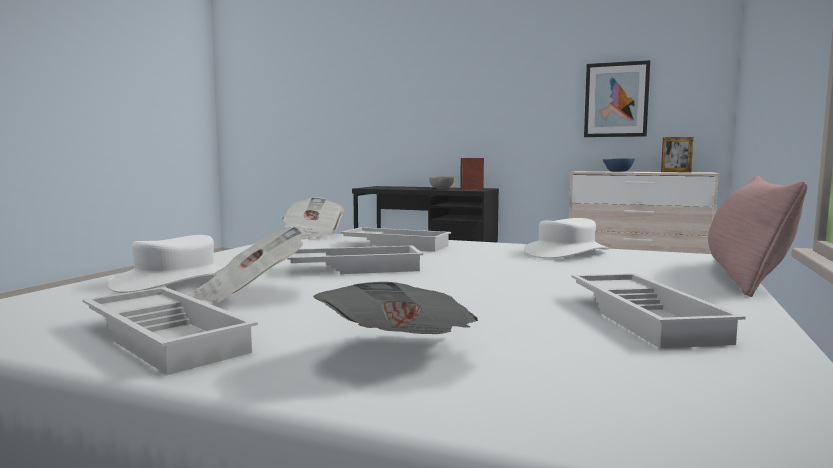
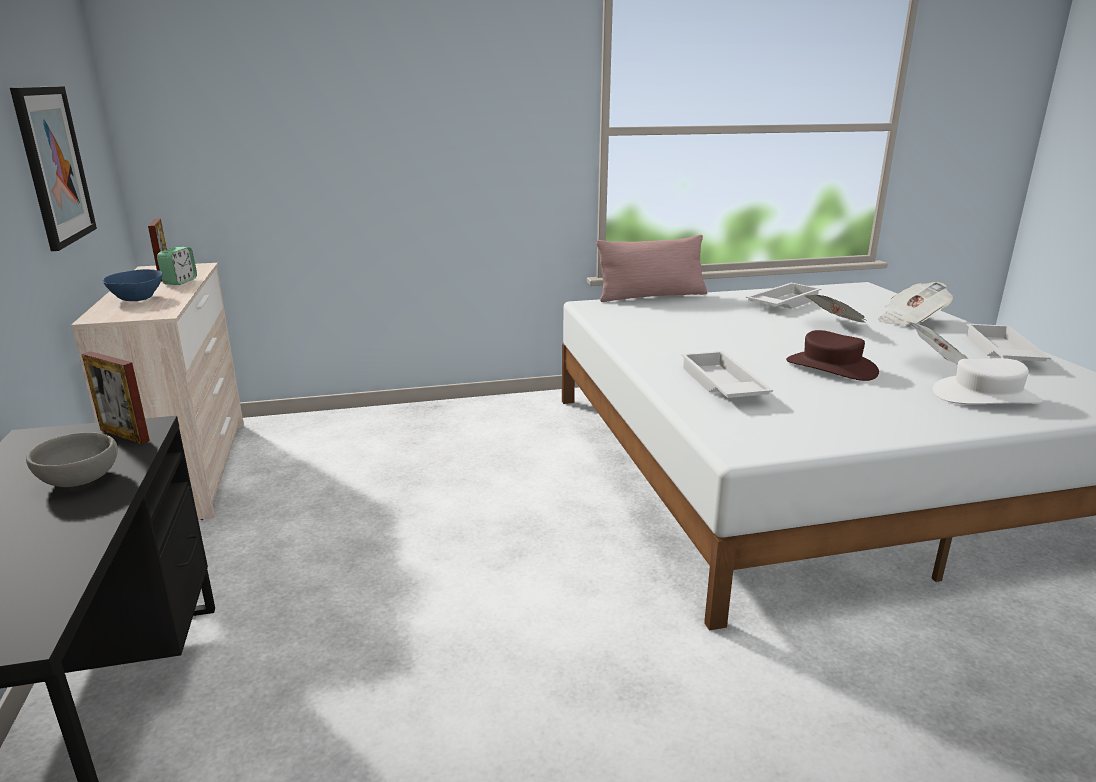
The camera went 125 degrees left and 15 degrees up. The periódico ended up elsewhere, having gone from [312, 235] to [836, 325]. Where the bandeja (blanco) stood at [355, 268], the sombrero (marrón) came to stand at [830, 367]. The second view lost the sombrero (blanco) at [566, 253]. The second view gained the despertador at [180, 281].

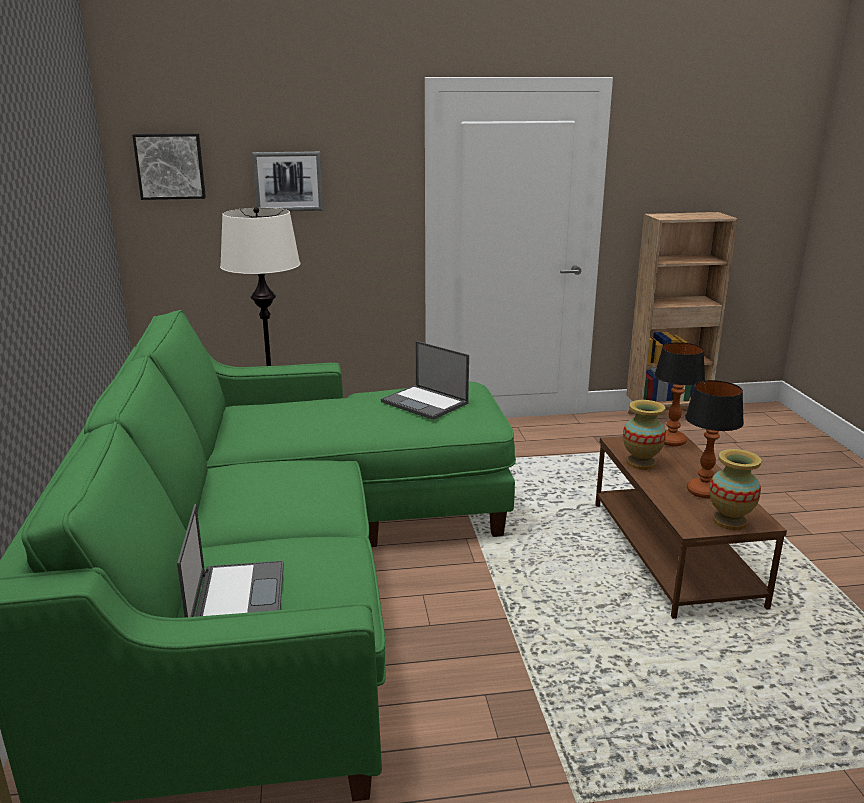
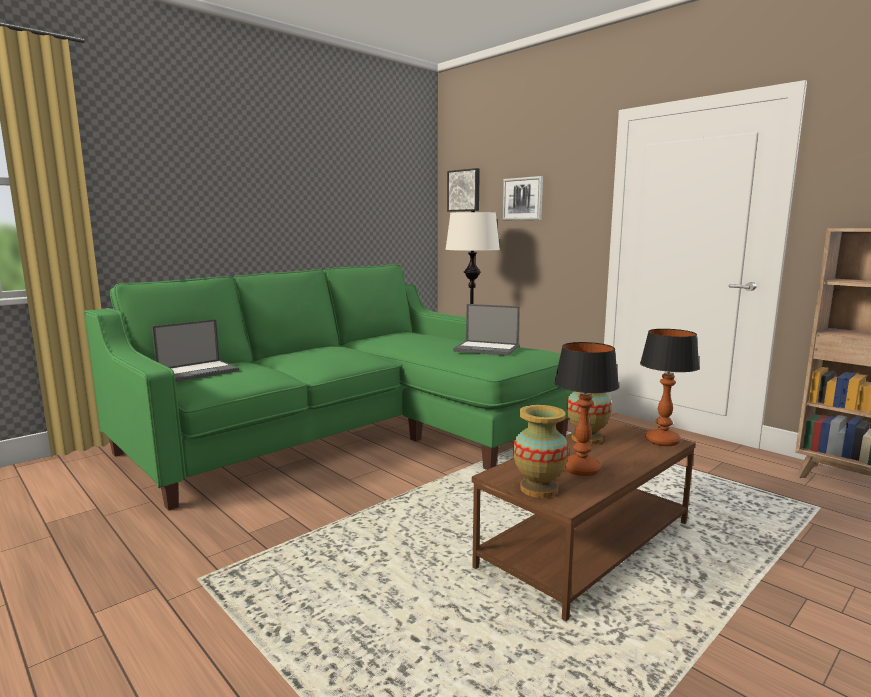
The camera went 55 degrees right and 10 degrees down. The portátil at [425, 403] ended up facing another way, 75 degrees counterclockwise from before.

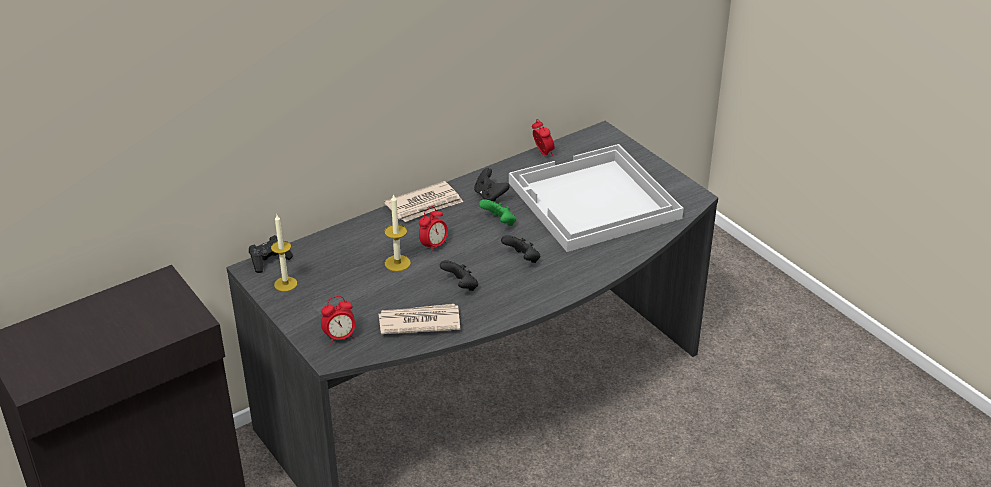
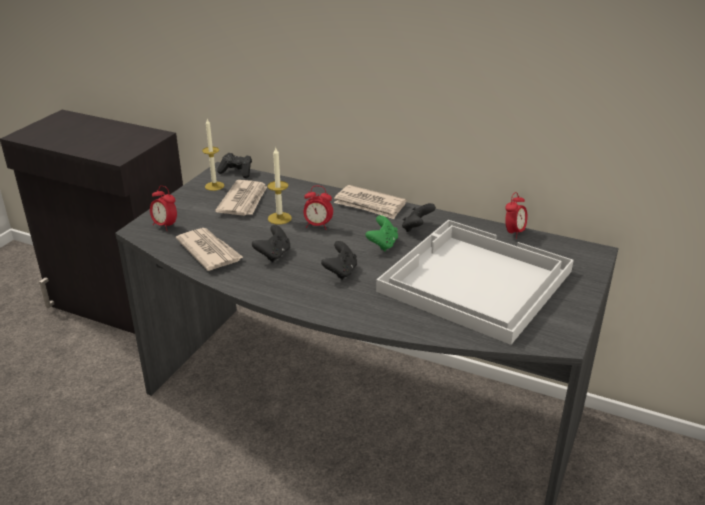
The camera went 60 degrees right and 5 degrees down. The second view gained the periódico at [244, 201].

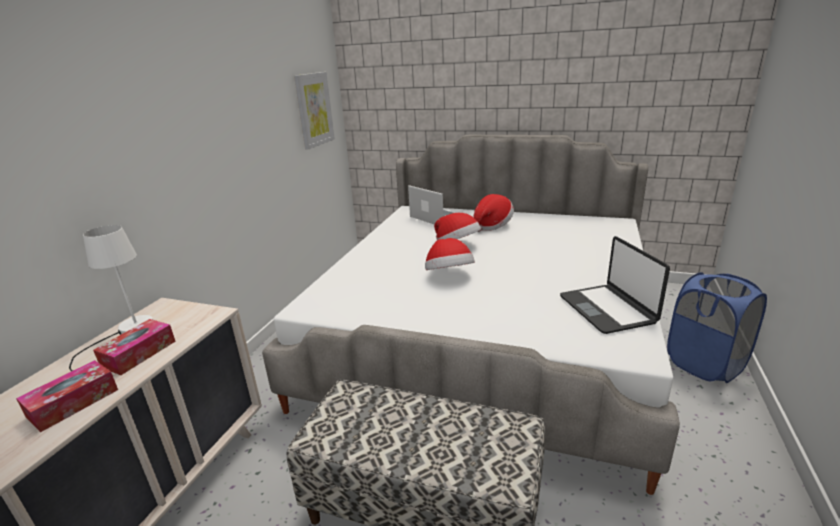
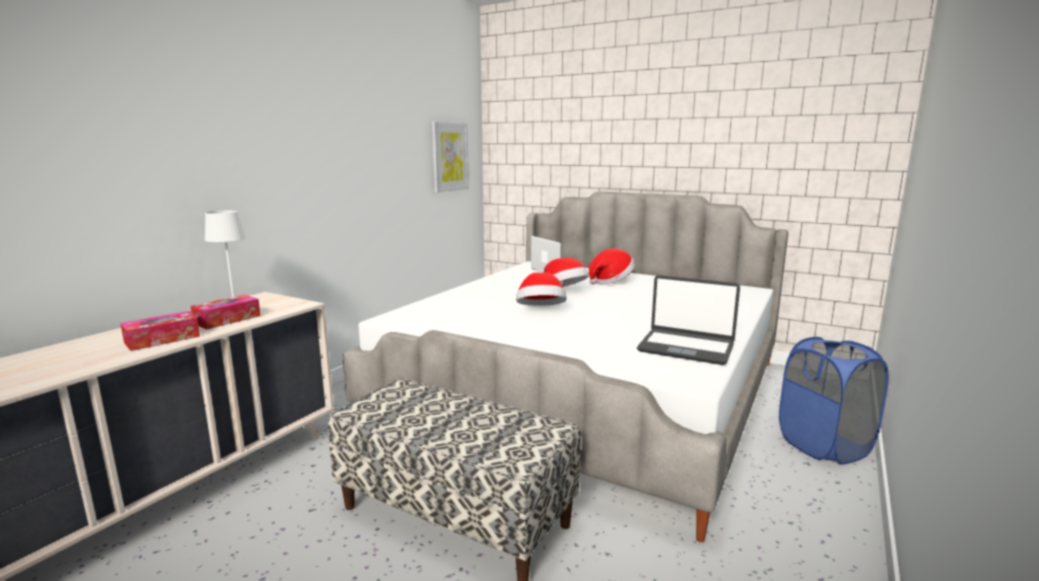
The camera went 10 degrees right and 10 degrees down. The portátil at [607, 309] ended up facing another way, 60 degrees counterclockwise from before.

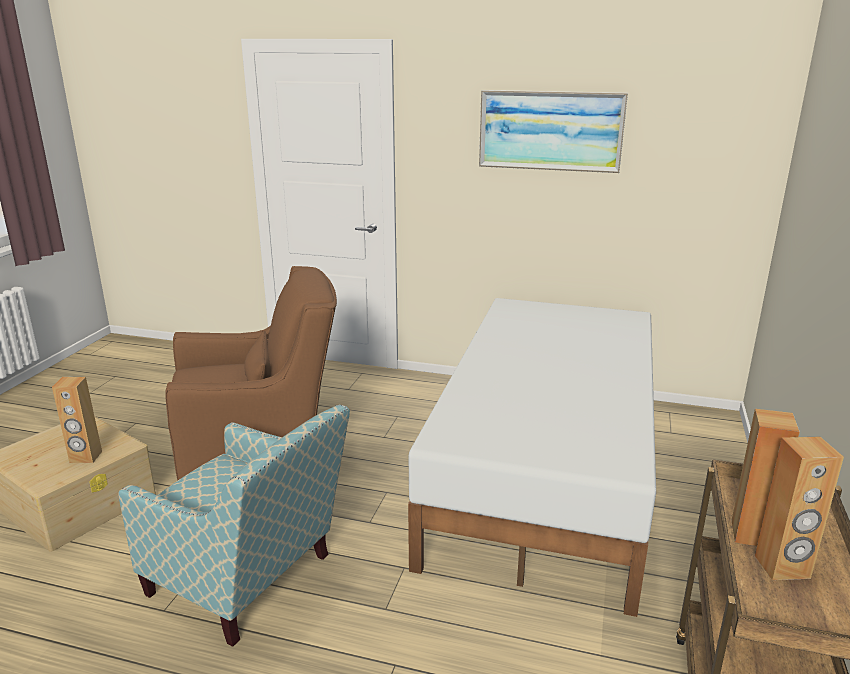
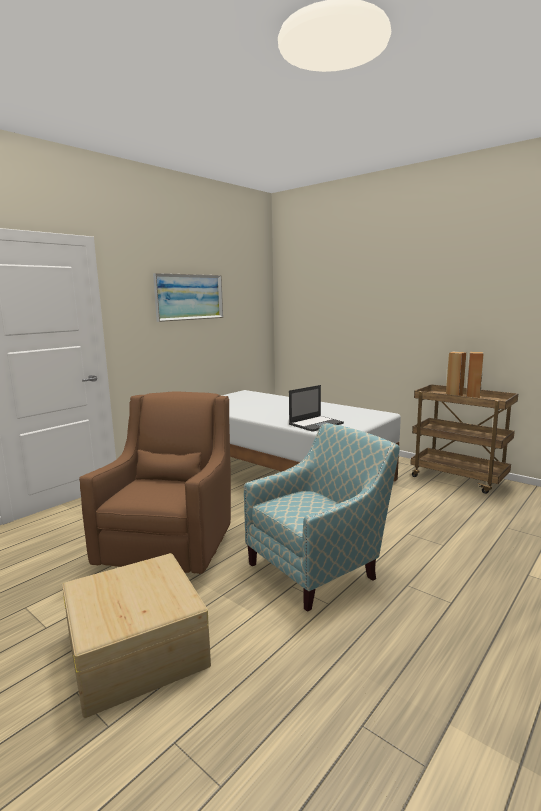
The camera went 65 degrees left and 10 degrees down. The second view lost the altavoz (marrón) at [85, 457]. The second view gained the portátil at [316, 424].

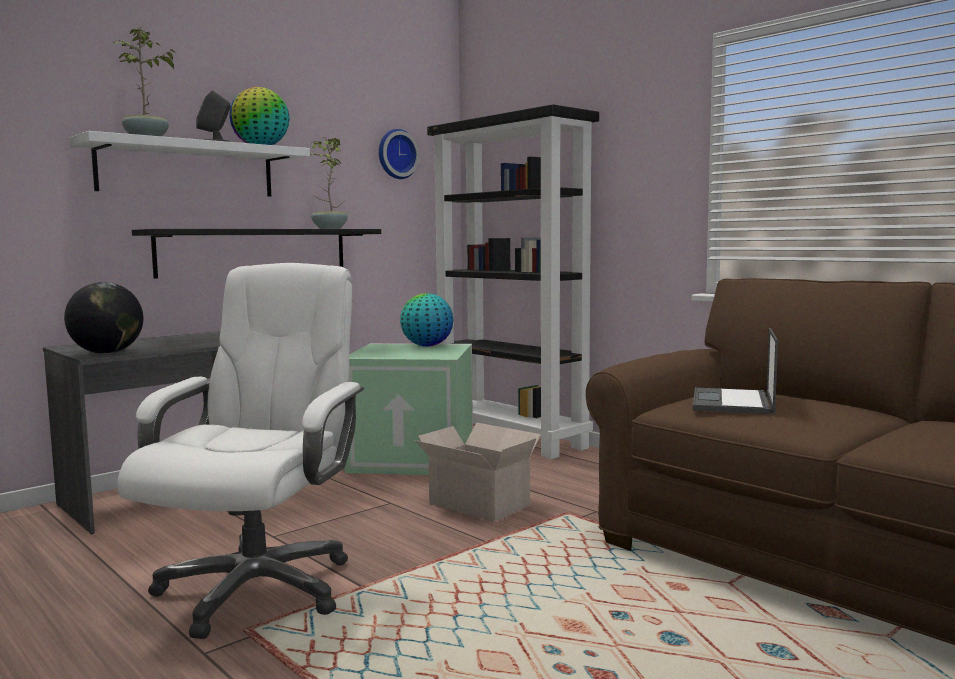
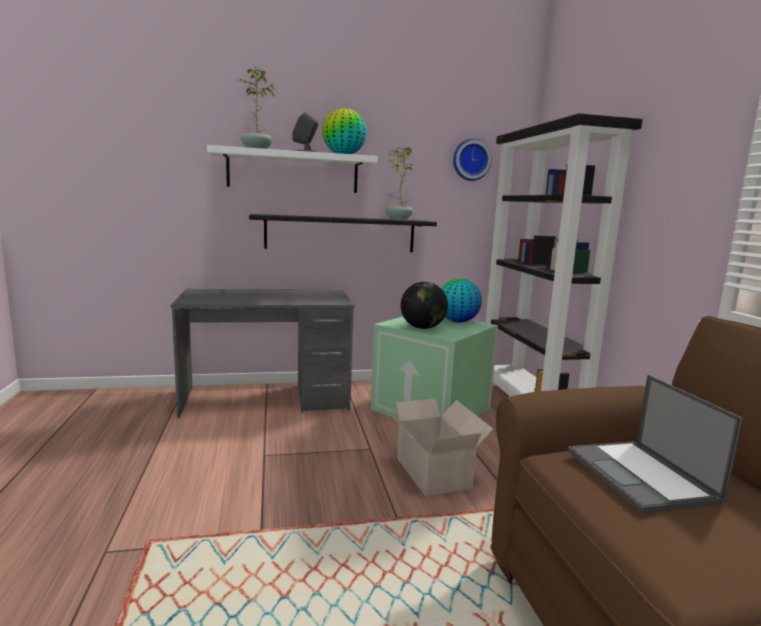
The camera went 30 degrees right and 5 degrees up. The globo terráqueo ended up elsewhere, having gone from [107, 353] to [422, 328]. The second view lost the silla de oficina (blanco) at [256, 588]. The portátil at [733, 402] ended up facing another way, 60 degrees counterclockwise from before.

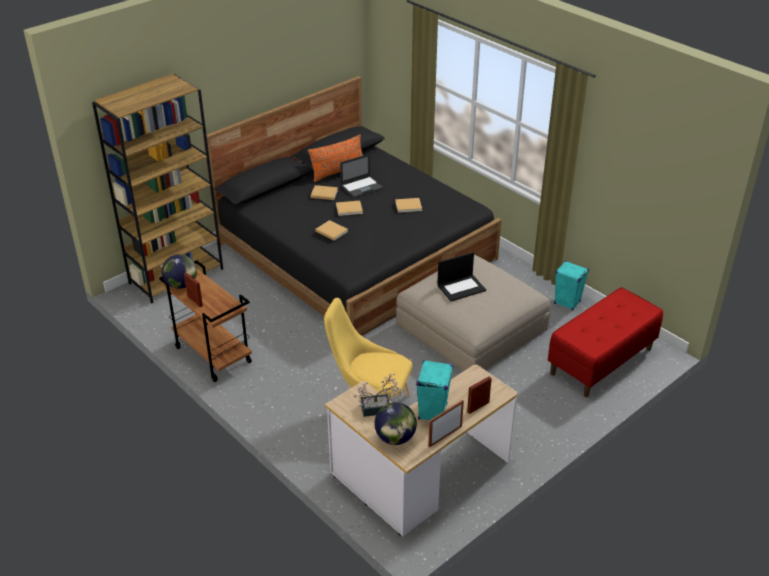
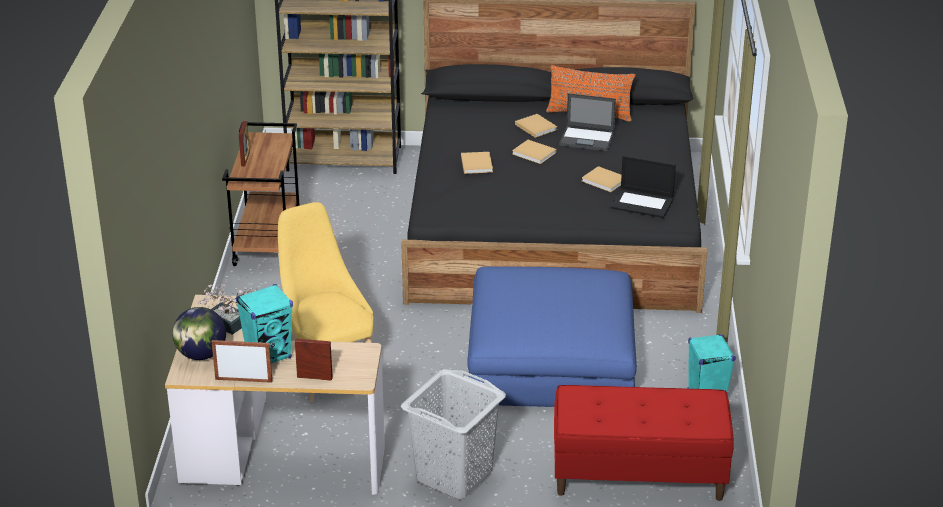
The camera went 45 degrees right and 5 degrees down. The second view lost the globo terráqueo at [181, 285]. What was the puf (beis) at [471, 327] turned into the puf (azul) at [551, 359]. The portátil ended up elsewhere, having gone from [461, 287] to [643, 203]. The second view gained the cesto de la ropa (gris) at [454, 476].

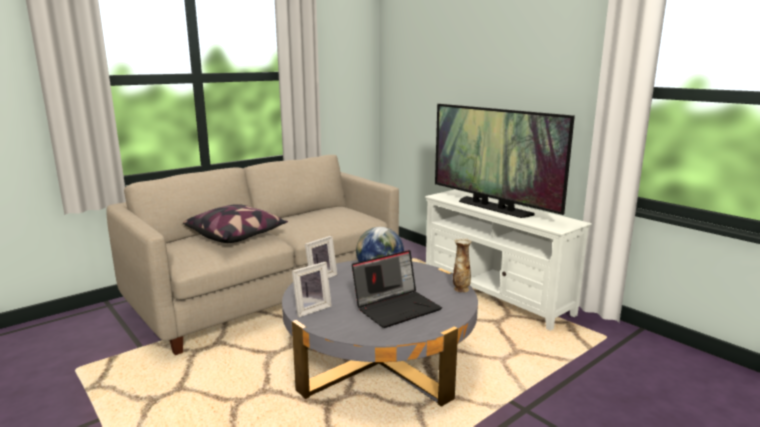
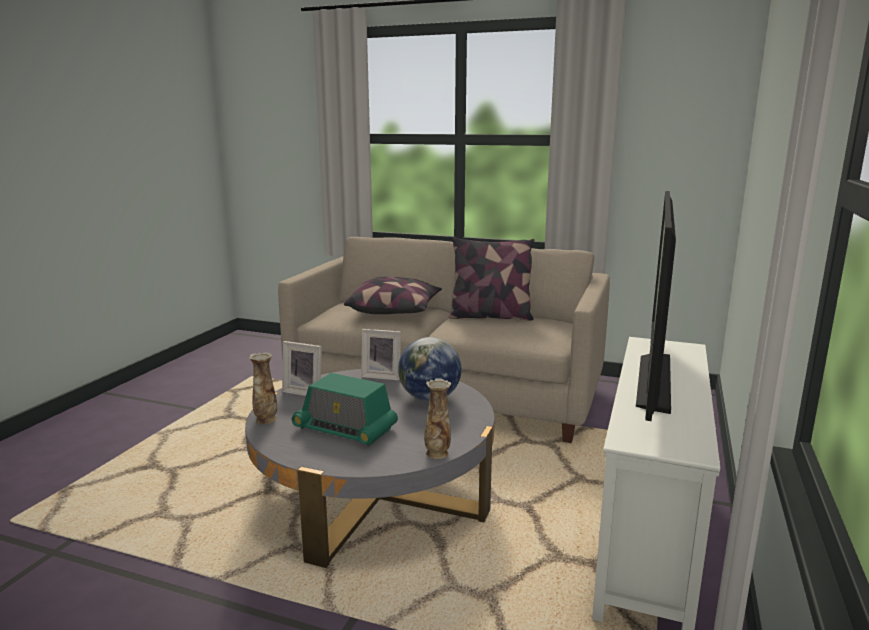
The camera went 60 degrees right and 0 degrees up. Where the portátil stood at [397, 307], the radio came to stand at [345, 428]. The second view gained the florero at [266, 419]. The second view gained the cojín at [490, 316].

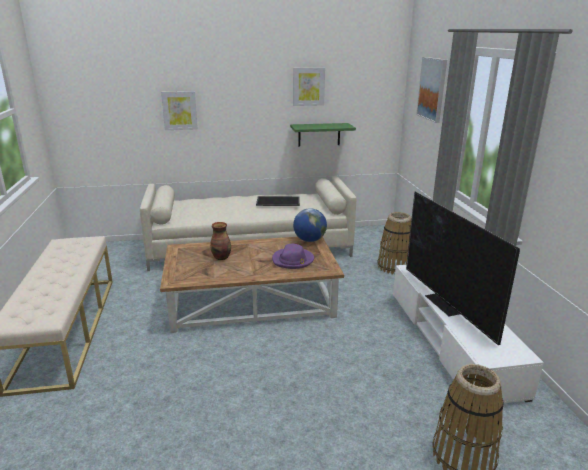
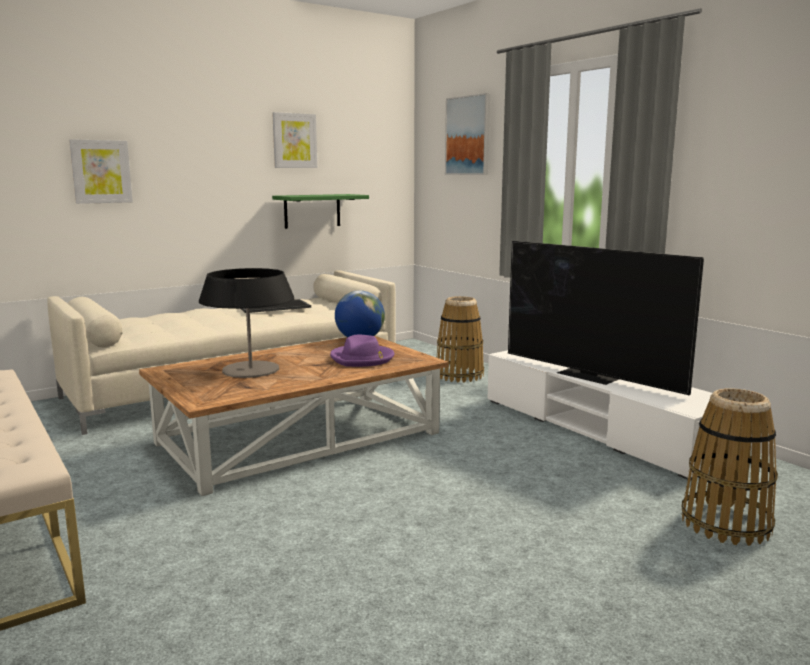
The camera went 25 degrees left and 10 degrees down. Where the florero stood at [222, 257], the lámpara de mesa came to stand at [251, 369].

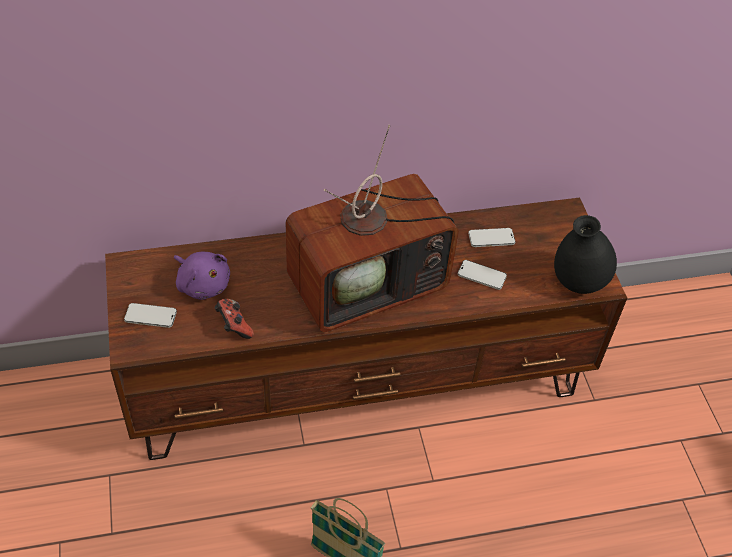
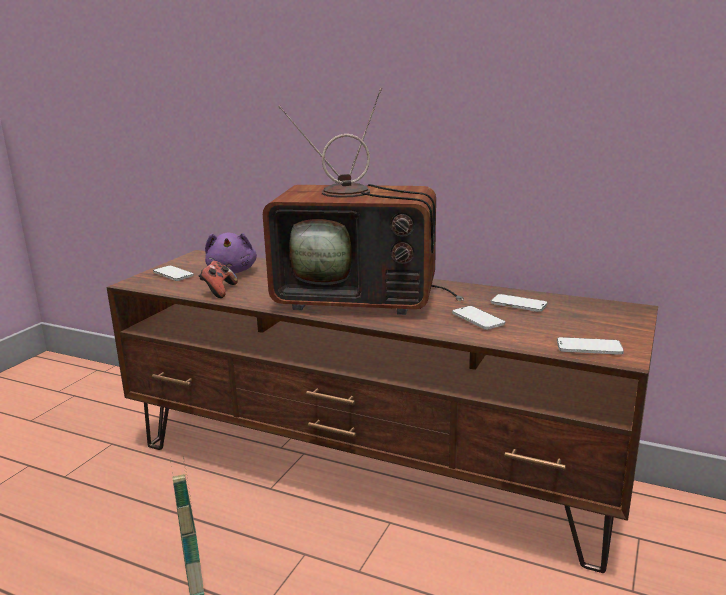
The camera went 40 degrees right and 30 degrees down. Where the florero (negro) stood at [577, 283], the móvil came to stand at [589, 348].

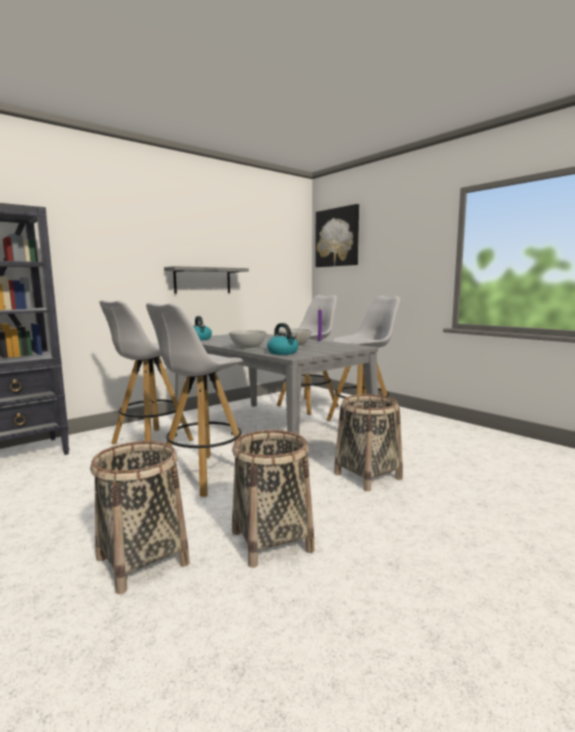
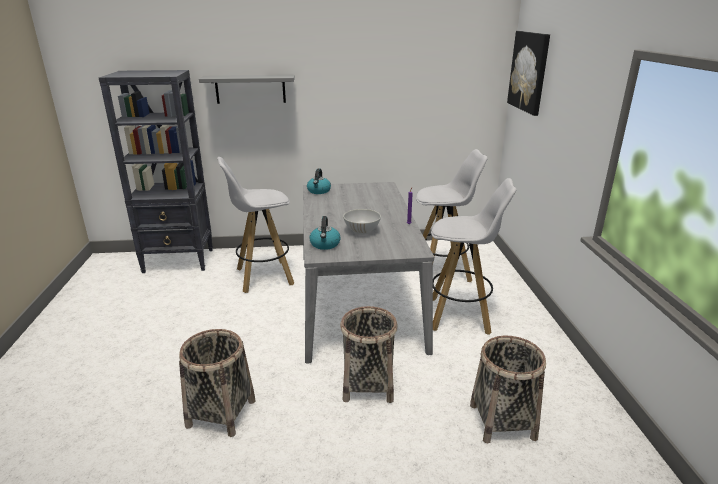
The camera went 35 degrees right and 15 degrees up. The cesta ended up elsewhere, having gone from [142, 560] to [502, 421]. The second view lost the taburete (blanco) at [204, 475]. The estante (gris) ended up elsewhere, having gone from [202, 280] to [250, 89]. The second view lost the cuenco (blanco) at [248, 348].

